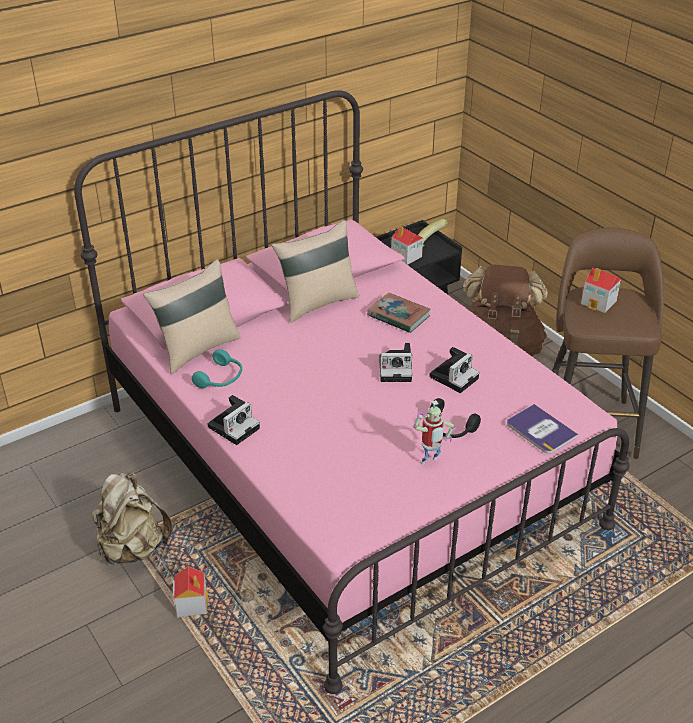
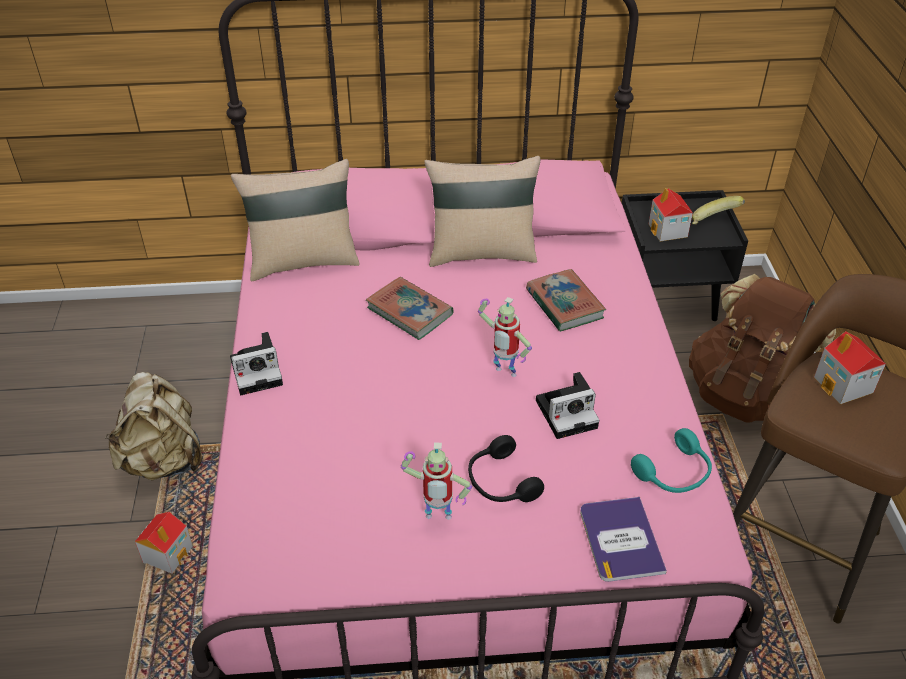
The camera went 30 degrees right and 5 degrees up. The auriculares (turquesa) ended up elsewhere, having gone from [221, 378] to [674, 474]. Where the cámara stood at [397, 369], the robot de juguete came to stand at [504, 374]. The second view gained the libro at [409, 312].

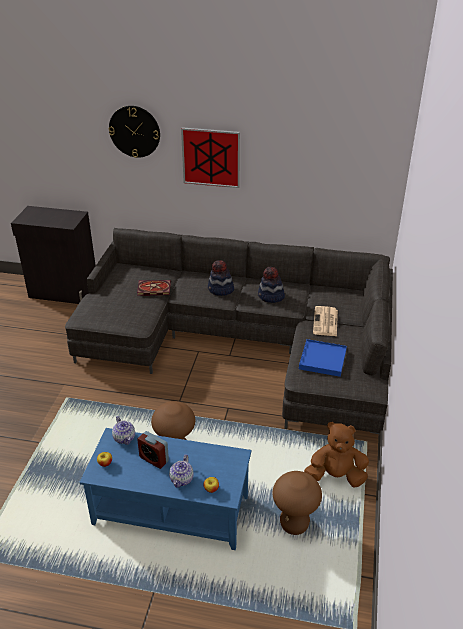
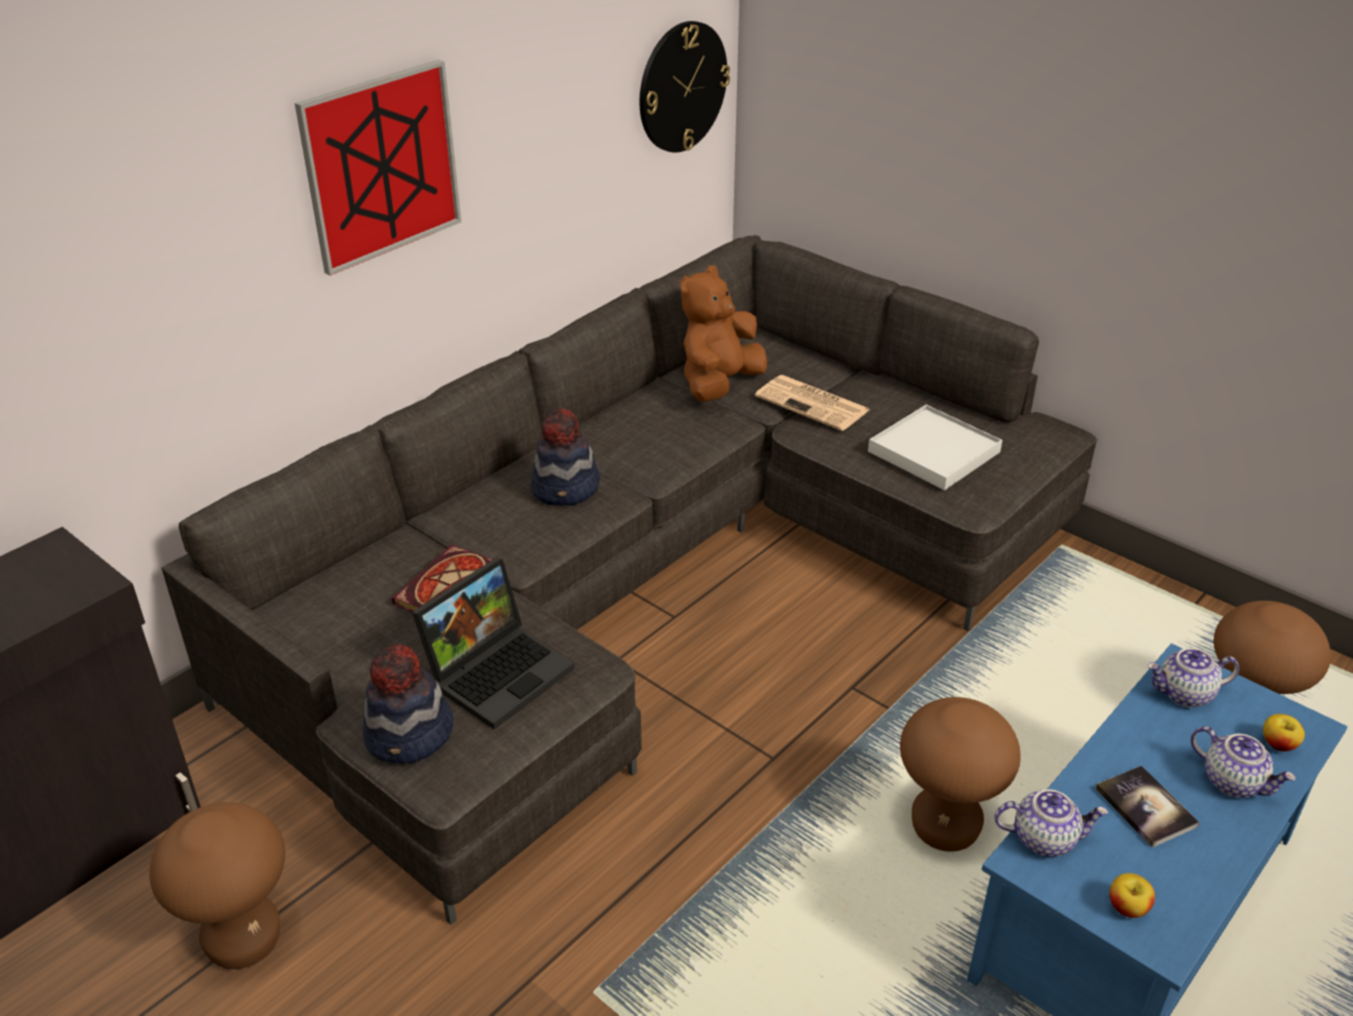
The camera went 60 degrees left and 0 degrees up. The reloj de pared ended up elsewhere, having gone from [134, 131] to [682, 87]. Where the despertador stood at [154, 459], the libro came to stand at [1145, 807]. The sombrero ended up elsewhere, having gone from [271, 296] to [410, 735]. What was the bandeja (azul) at [322, 360] turned into the bandeja (blanco) at [934, 452]. The peluche (marrón) ended up elsewhere, having gone from [336, 476] to [719, 385]. The second view gained the taburete (marrón) at [244, 941]. The second view gained the portátil at [499, 670]. The second view gained the tetera at [1184, 694].

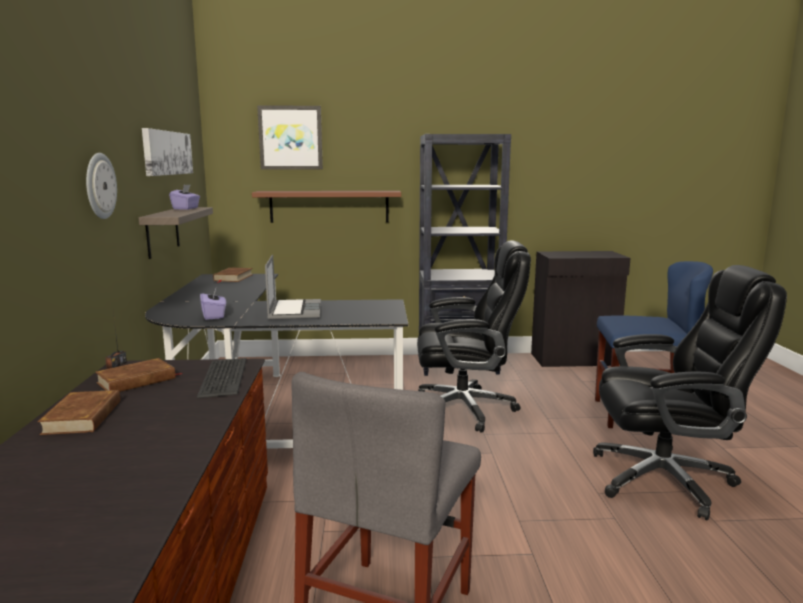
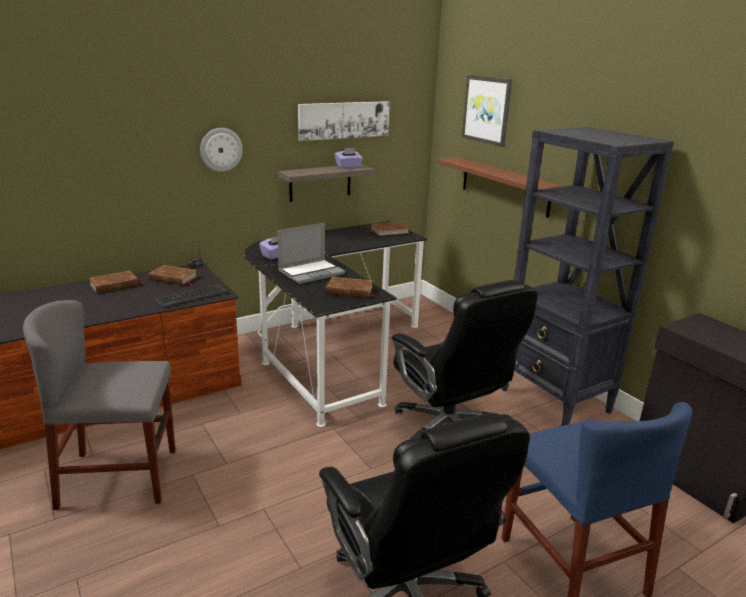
The camera went 60 degrees right and 10 degrees up. The second view gained the libro (marrón) at [349, 291].

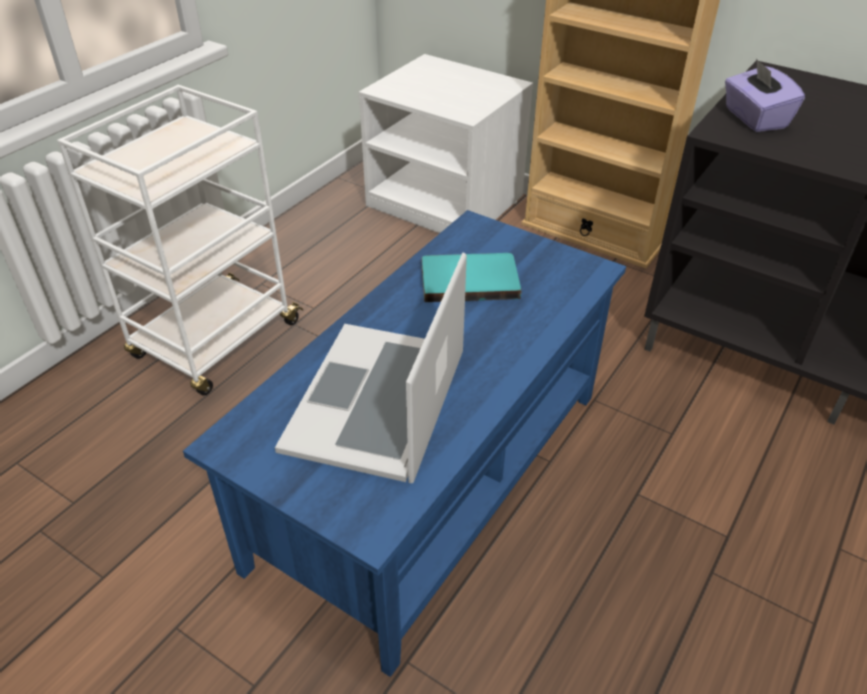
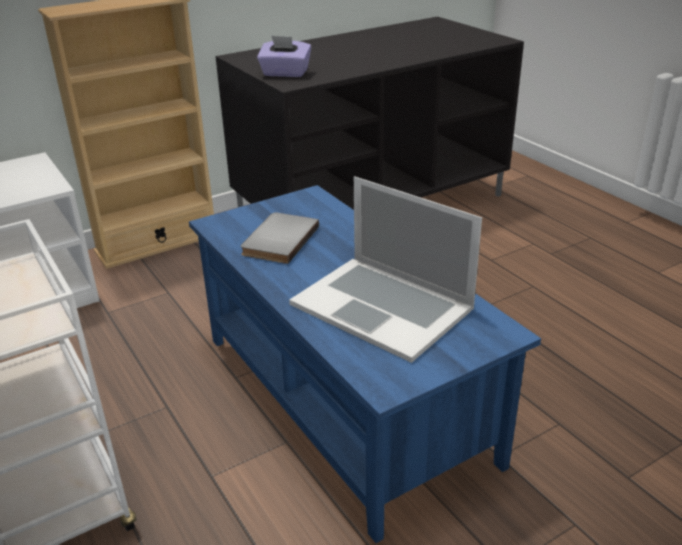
The camera went 65 degrees left and 10 degrees down. What was the libro (turquesa) at [469, 279] turned into the libro (gris) at [278, 240].

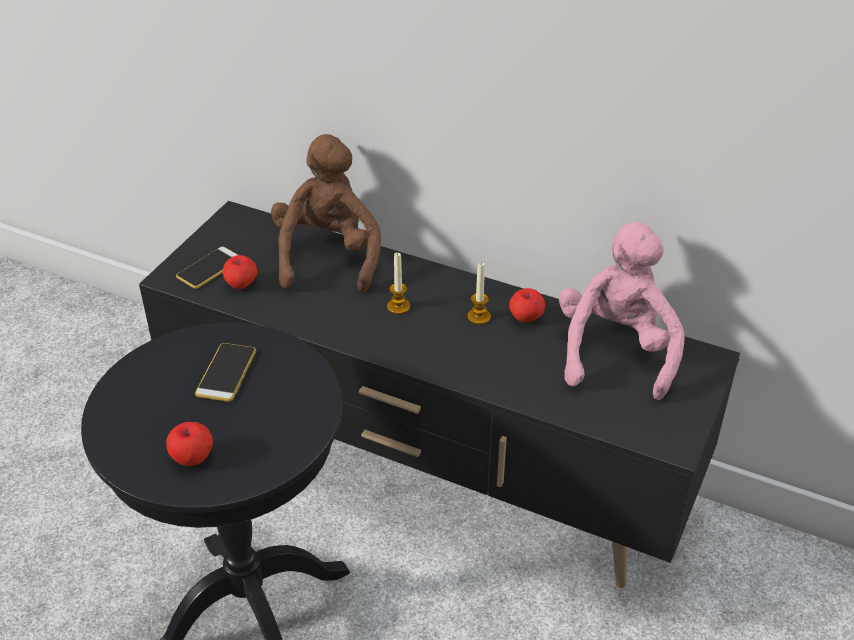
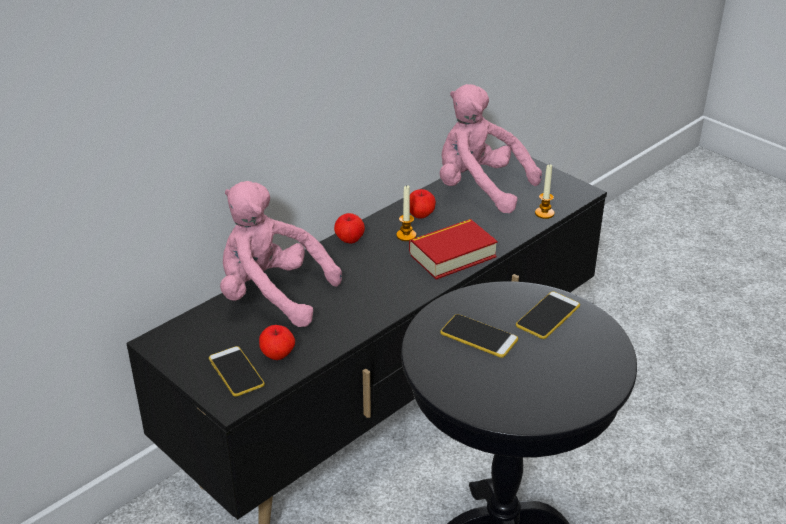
The camera went 70 degrees left and 5 degrees down. The manzana ended up elsewhere, having gone from [192, 458] to [349, 240]. What was the peluche (marrón) at [328, 256] turned into the peluche (rosa) at [272, 295]. The vela ended up elsewhere, having gone from [398, 306] to [544, 213]. The second view gained the libro at [452, 255]. The second view gained the móvil at [548, 316].

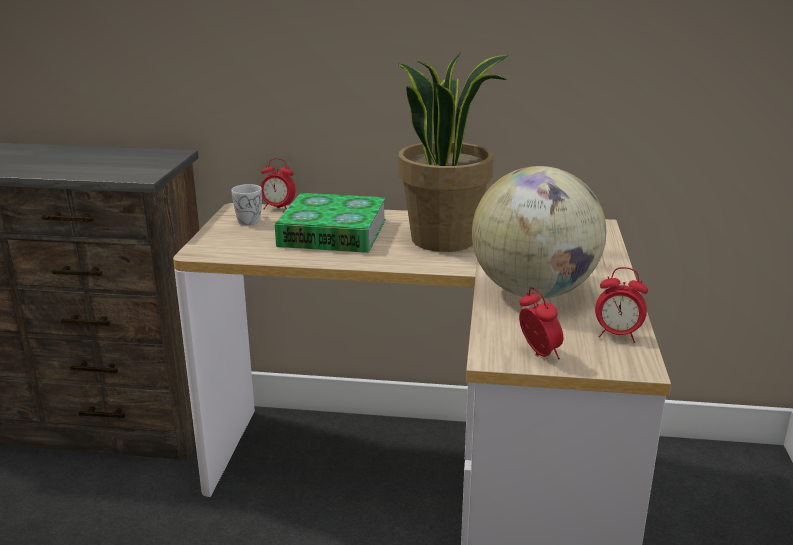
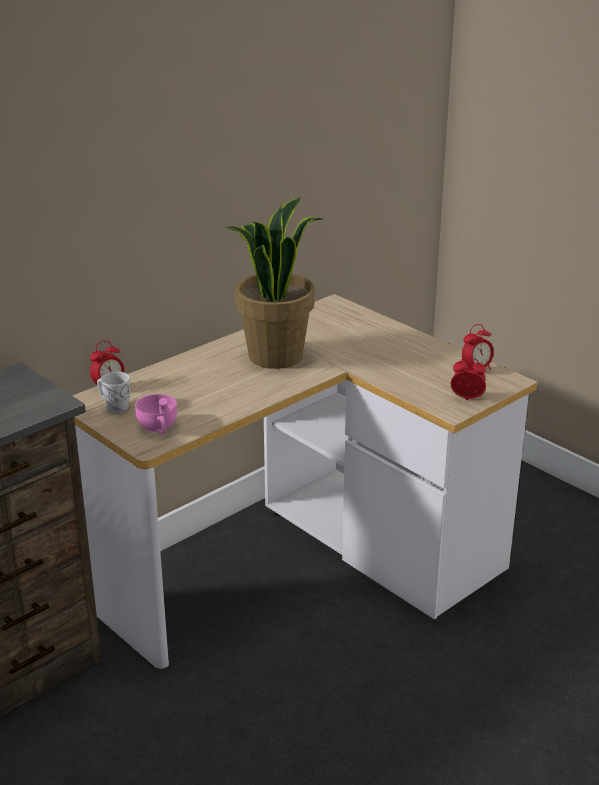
The camera went 50 degrees left and 5 degrees up. The second view lost the libro at [333, 233]. The second view lost the globo terráqueo at [534, 292]. The second view gained the taza (rosa) at [158, 428].

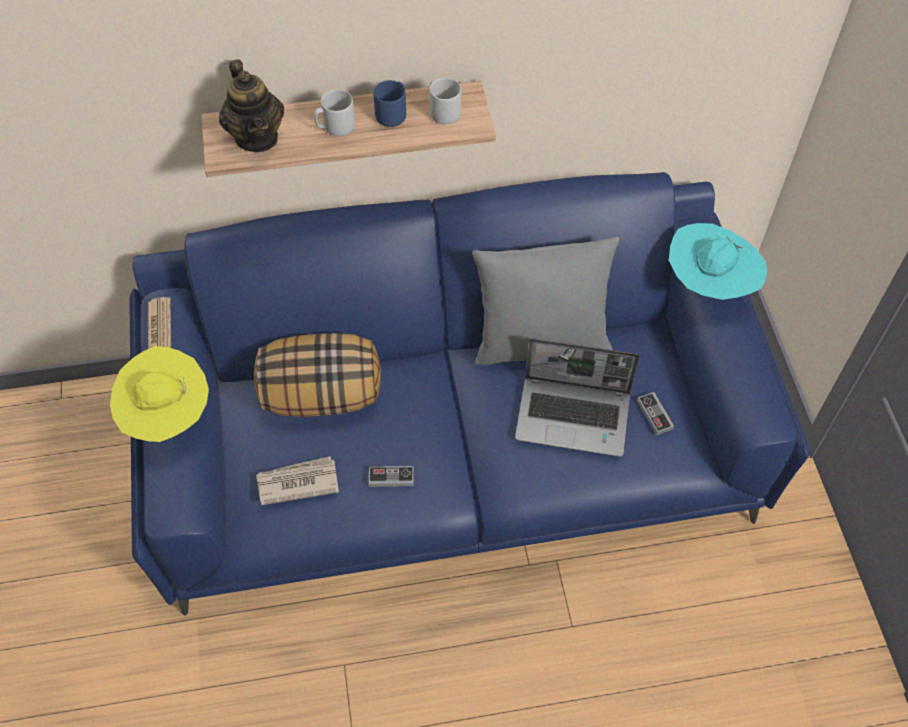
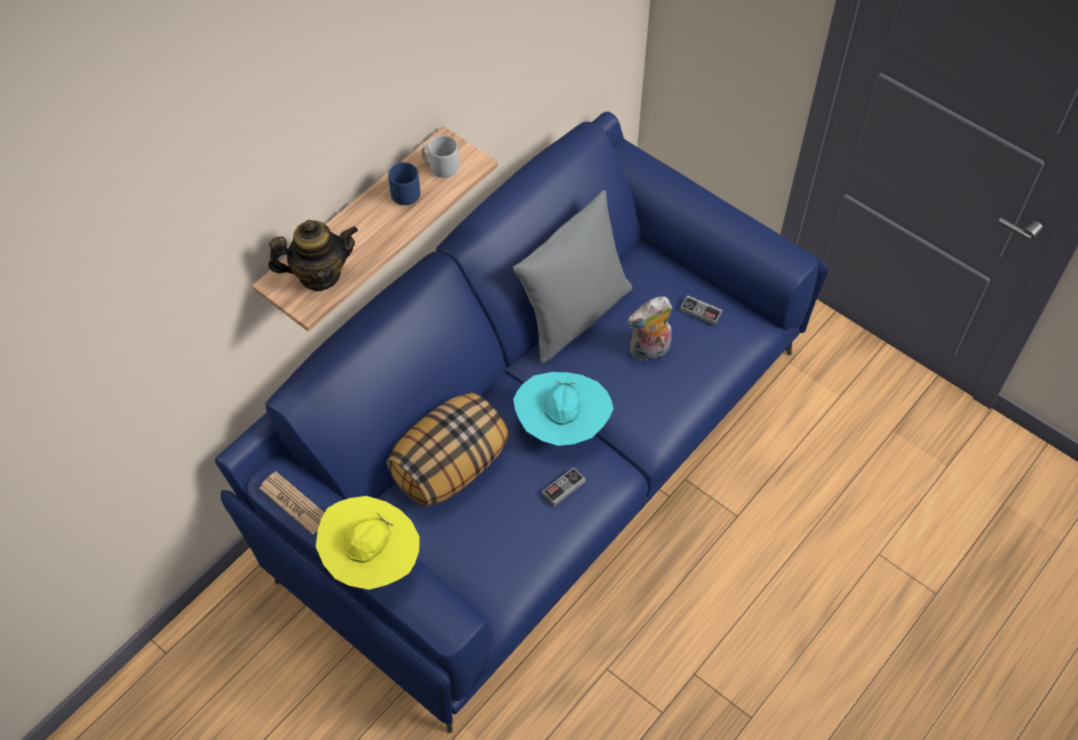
The camera went 40 degrees left and 0 degrees up. The tetera at [257, 137] ended up facing another way, 45 degrees counterclockwise from before. The second view lost the periódico at [297, 482]. The second view lost the taza grande (gris) at [335, 126]. Where the portátil stood at [574, 416], the peluche came to stand at [649, 351]. The sombrero (turquesa) ended up elsewhere, having gone from [709, 284] to [562, 425].

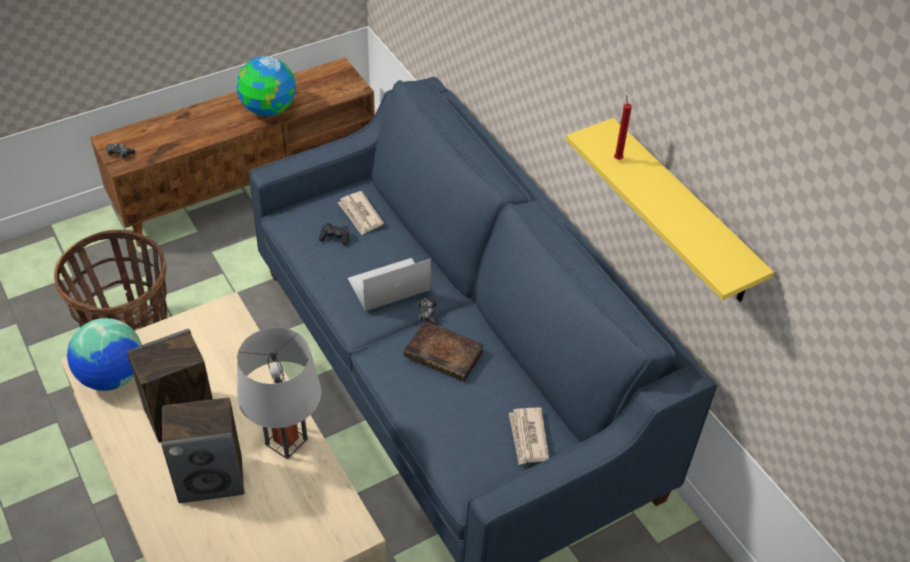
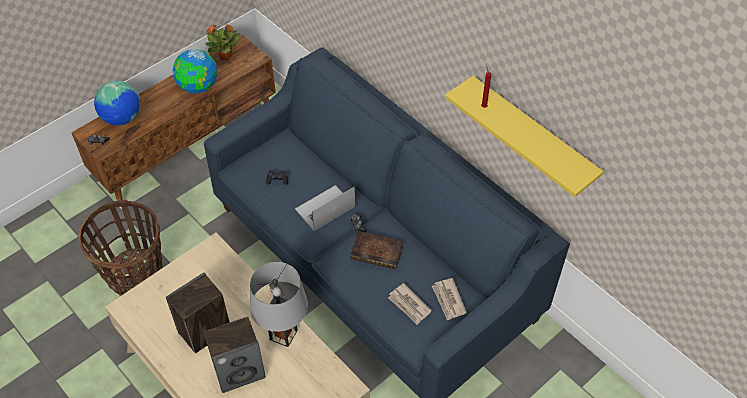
The camera went 10 degrees left and 5 degrees up. The globo terráqueo ended up elsewhere, having gone from [112, 377] to [122, 118]. The periódico ended up elsewhere, having gone from [360, 215] to [409, 305]. The second view gained the planta en maceta at [226, 56].

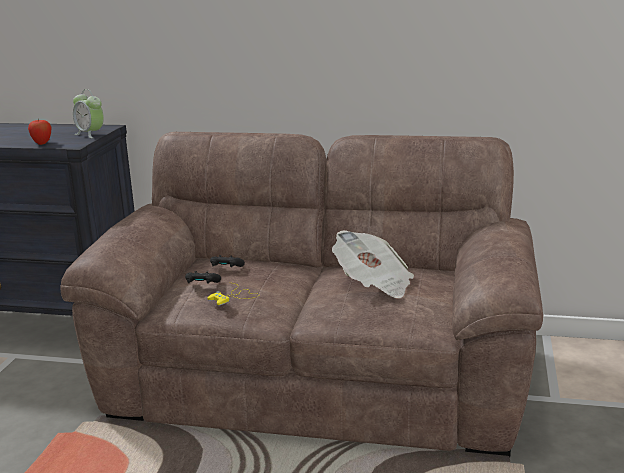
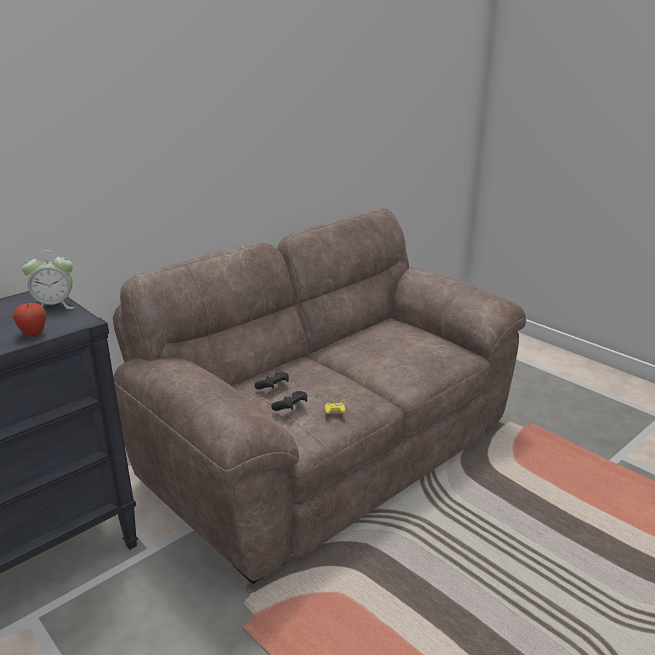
The camera went 55 degrees left and 5 degrees up. The second view lost the periódico at [373, 284].

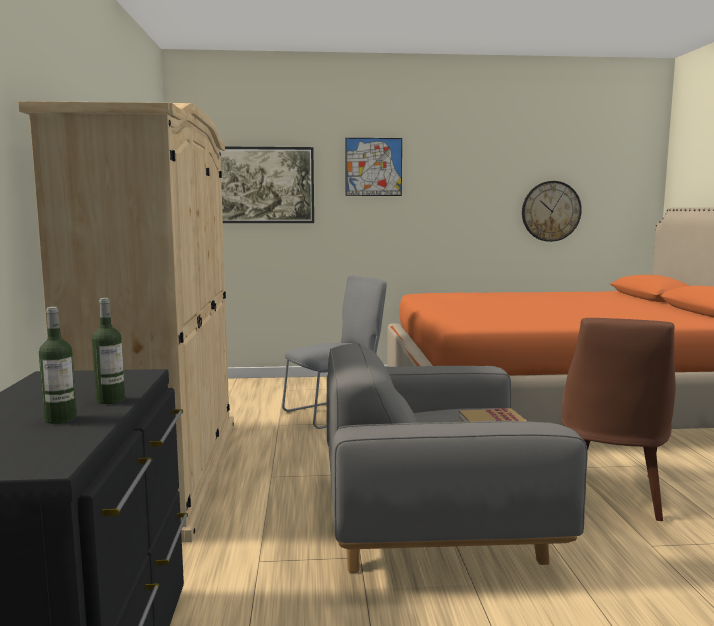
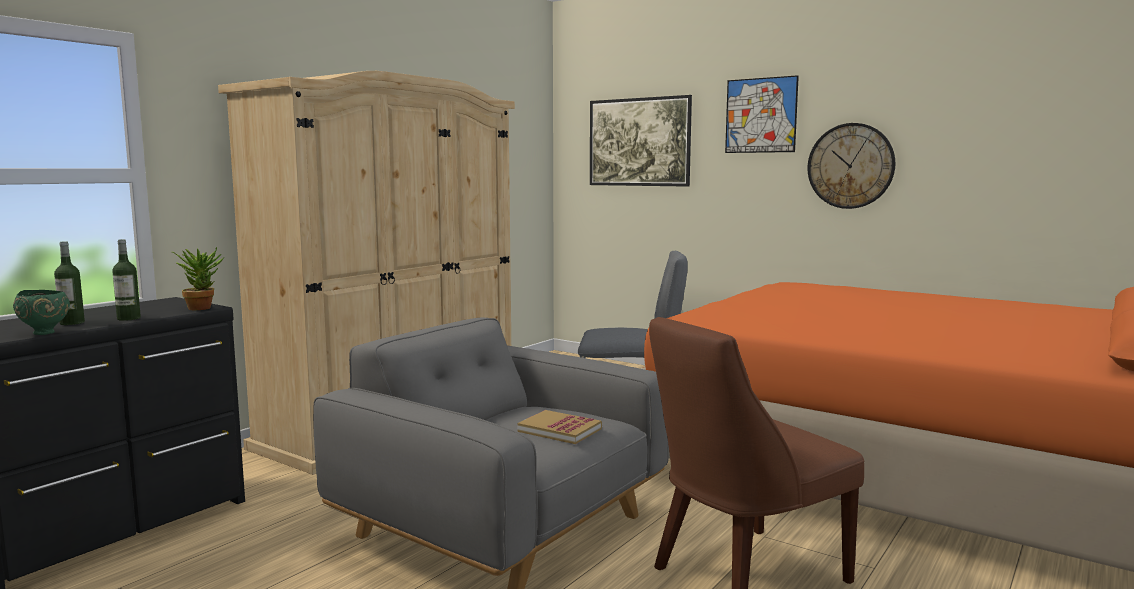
The camera went 40 degrees right and 0 degrees up. The reloj de pared ended up elsewhere, having gone from [551, 211] to [850, 166]. The second view gained the cuenco (verde) at [45, 333]. The second view gained the planta en maceta at [202, 307].

